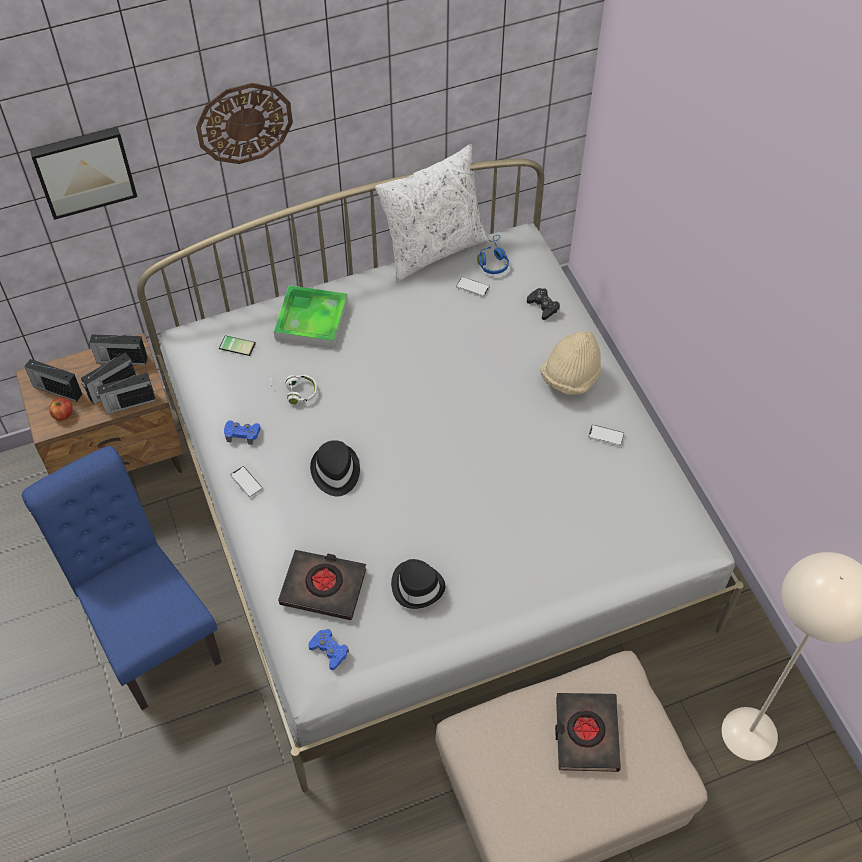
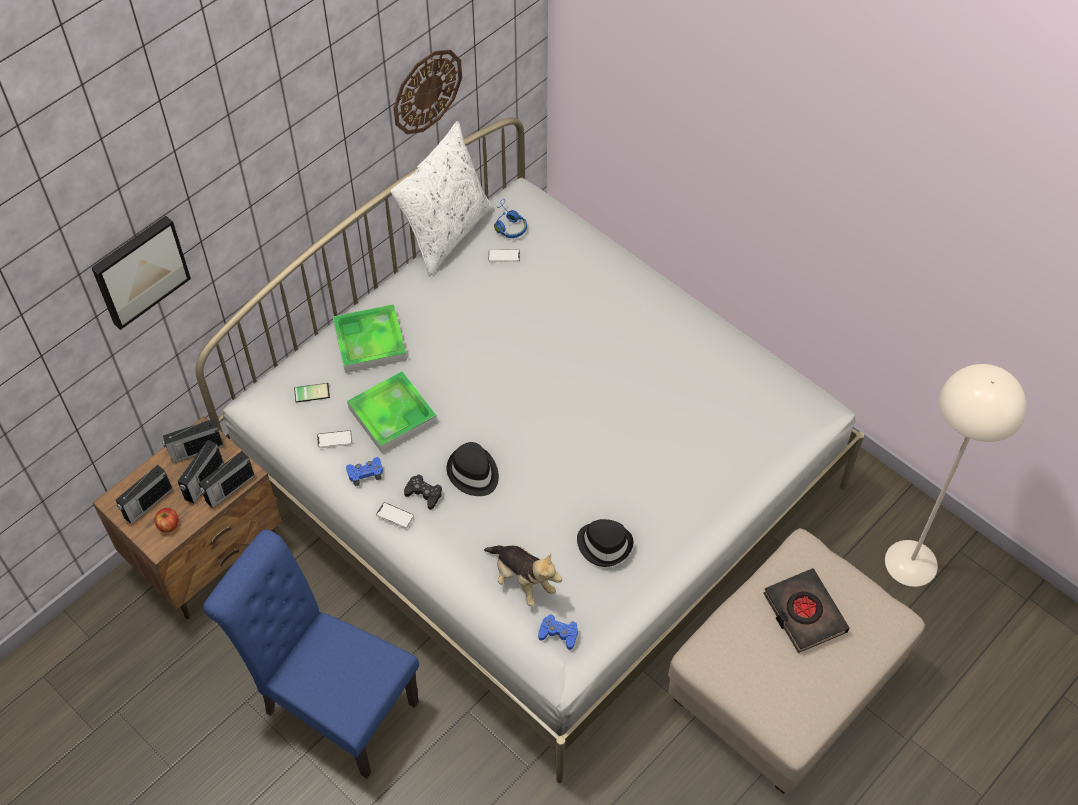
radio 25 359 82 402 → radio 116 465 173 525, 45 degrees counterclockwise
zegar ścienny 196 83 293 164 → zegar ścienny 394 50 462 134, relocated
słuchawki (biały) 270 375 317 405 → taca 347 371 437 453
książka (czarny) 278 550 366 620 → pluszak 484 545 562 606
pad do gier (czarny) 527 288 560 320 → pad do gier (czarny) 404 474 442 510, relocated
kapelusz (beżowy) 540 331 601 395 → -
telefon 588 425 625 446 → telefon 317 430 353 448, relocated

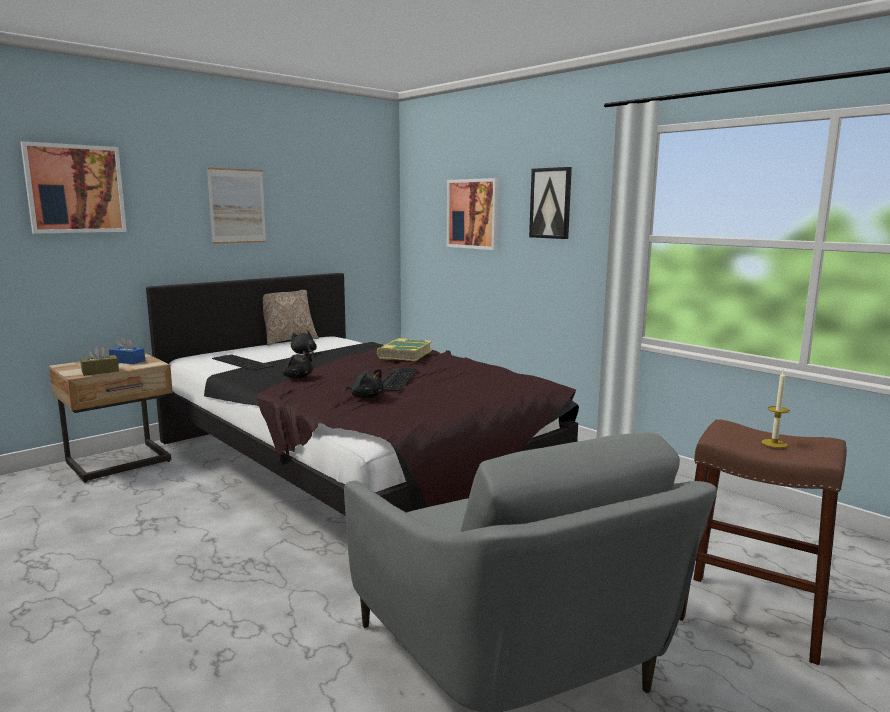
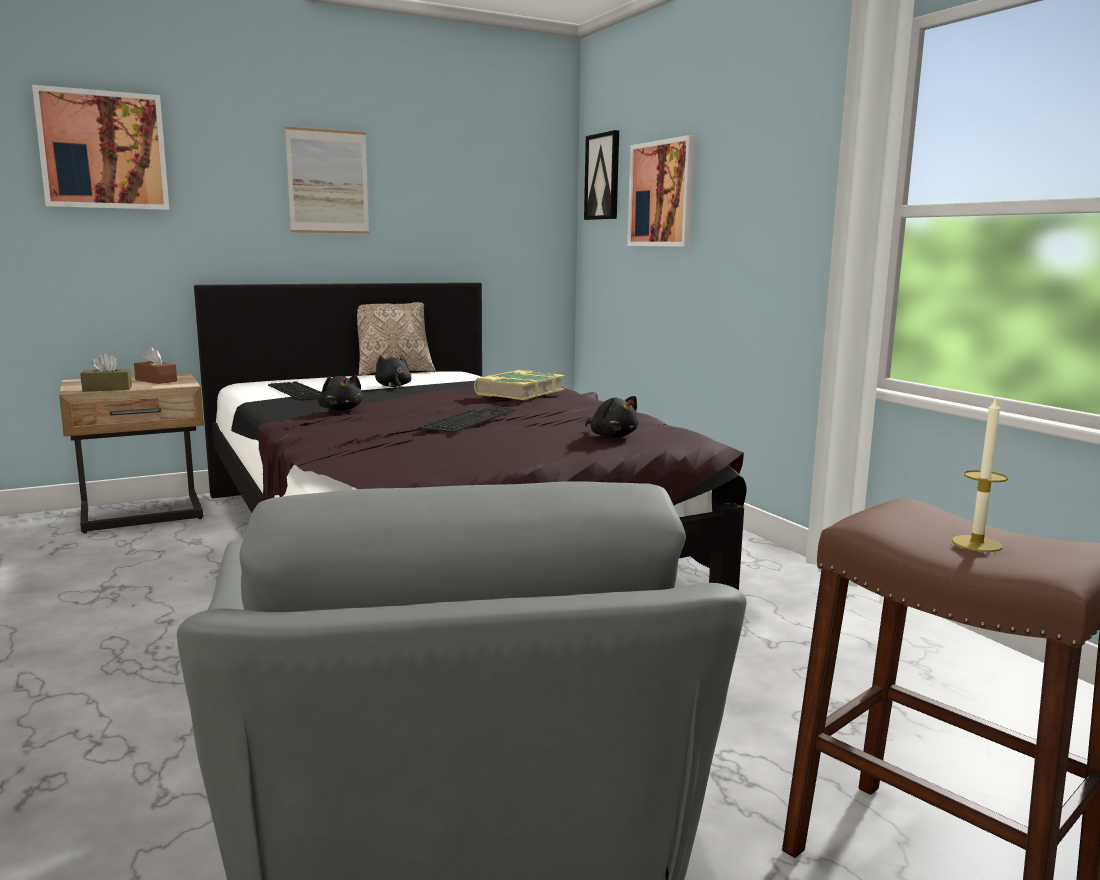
pudełko chusteczek (niebieski) 109 337 145 364 → pudełko chusteczek (brązowy) 134 347 177 384
pluszak (czarny) 346 369 384 398 → pluszak (czarny) 585 396 639 438, relocated
obraz 529 167 572 239 → obraz 584 130 619 220, relocated

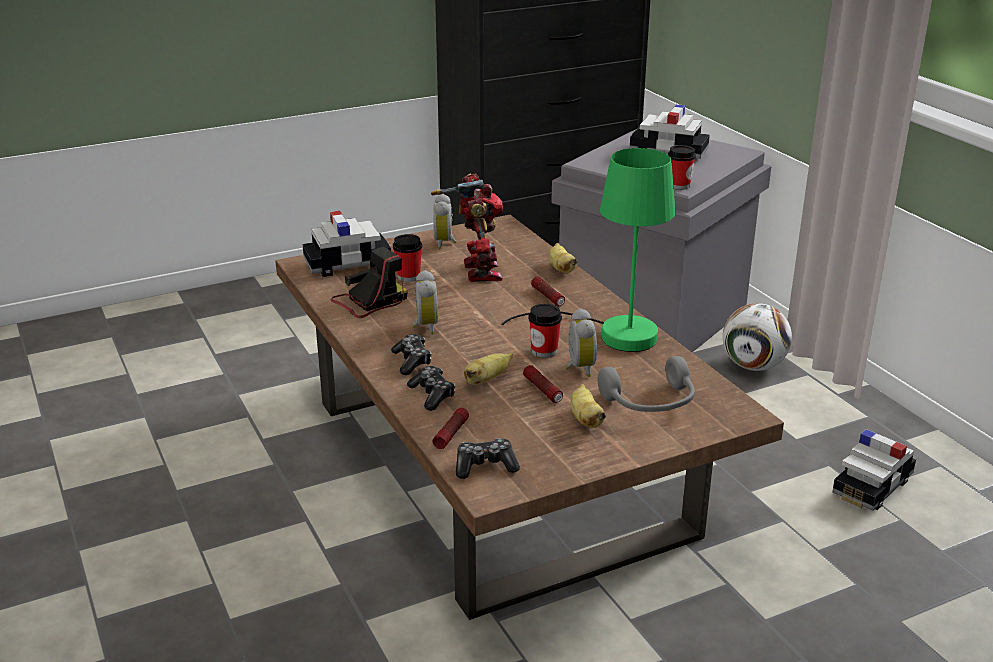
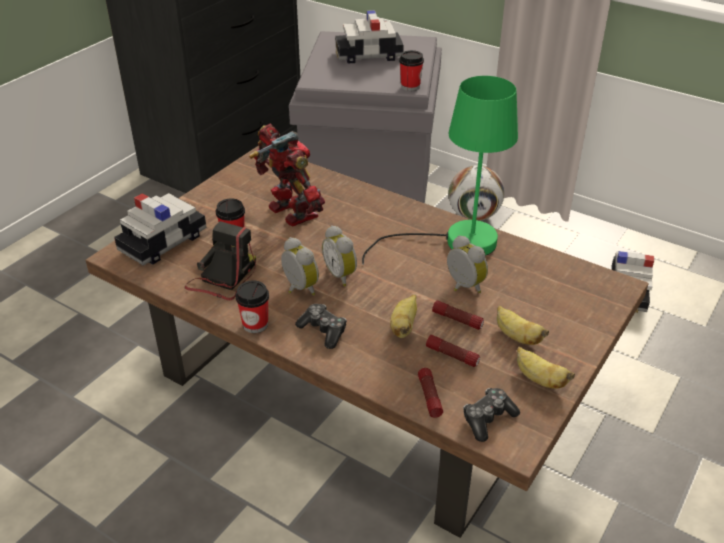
pad do gier 407 366 455 411 → -
budzik 433 194 456 249 → budzik 322 225 357 286, relocated
filiżanka 528 304 562 358 → filiżanka 236 280 269 333, relocated
latarka 531 277 565 306 → latarka 426 335 480 367, relocated
banan 549 243 577 273 → banan 517 346 575 389, relocated
słuchawki (szary) 598 356 695 412 → -

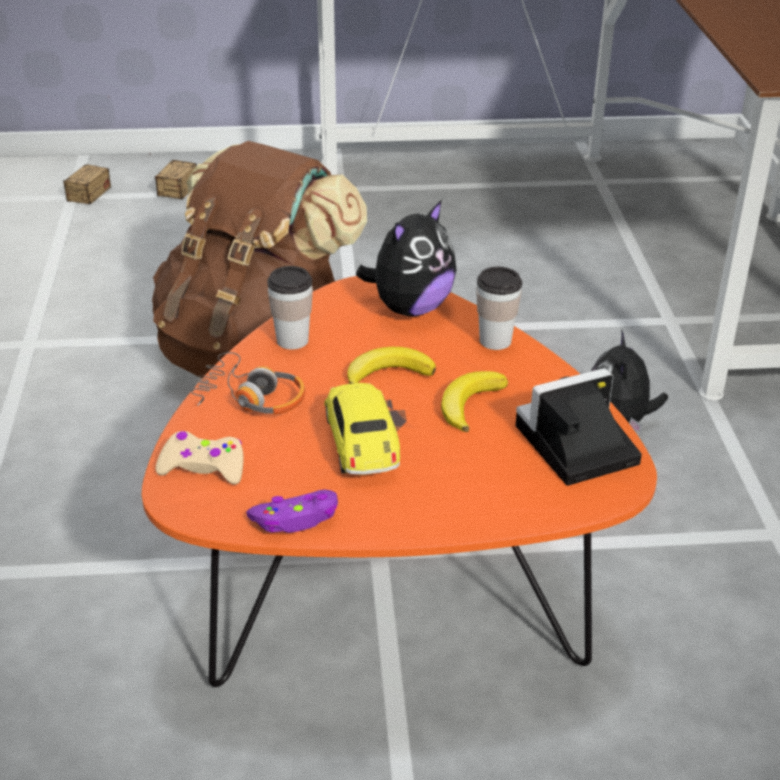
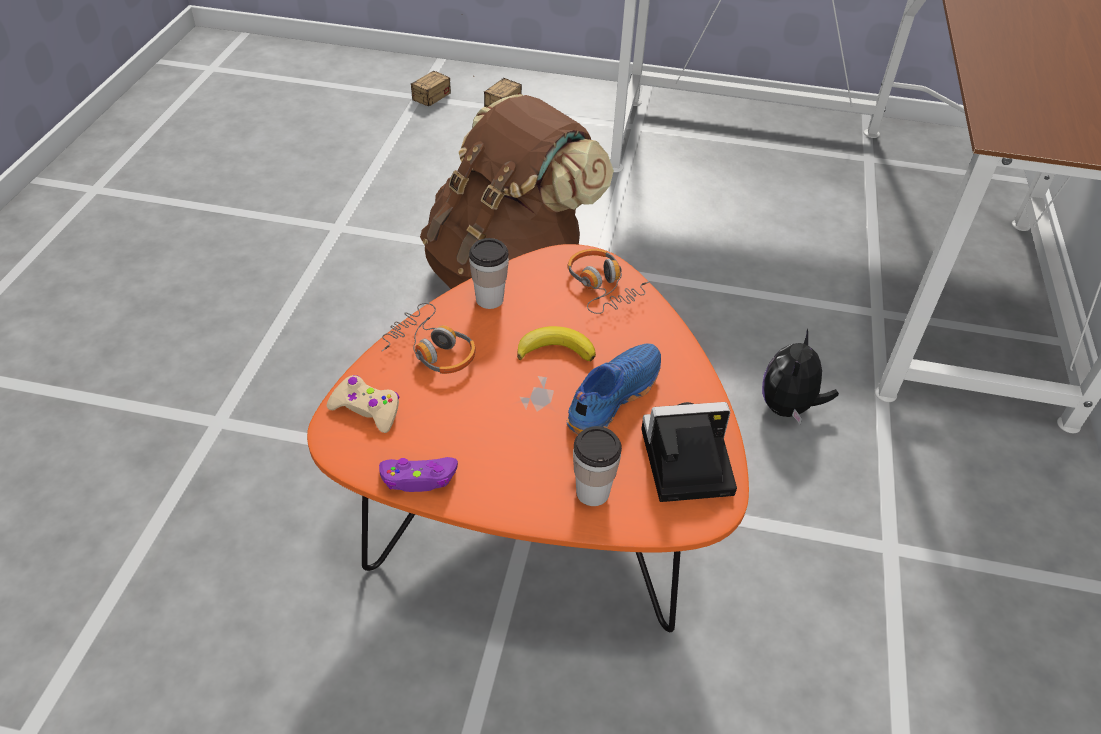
samochodzik 325 383 400 475 → -
pluszak 356 200 456 316 → słuchawki 567 249 650 314
banan 441 371 508 432 → but (niebieski) 567 343 661 435
filiżanka 476 267 522 350 → filiżanka 573 426 622 506, relocated

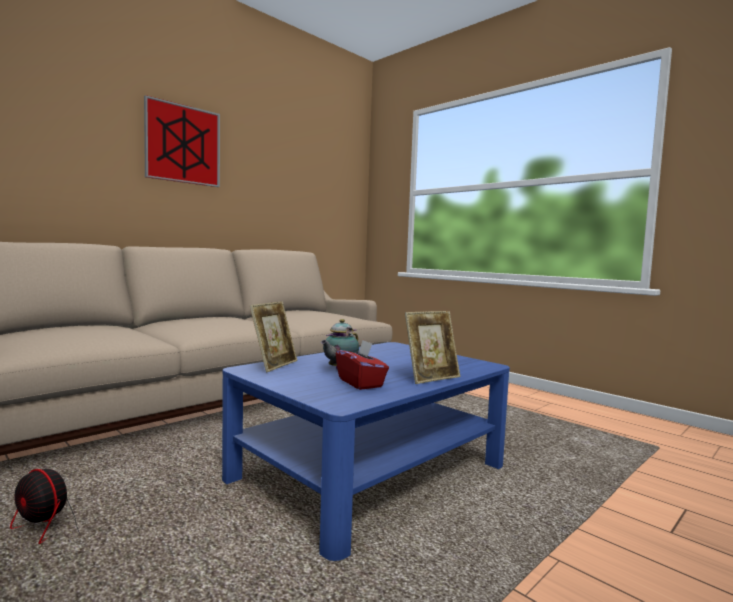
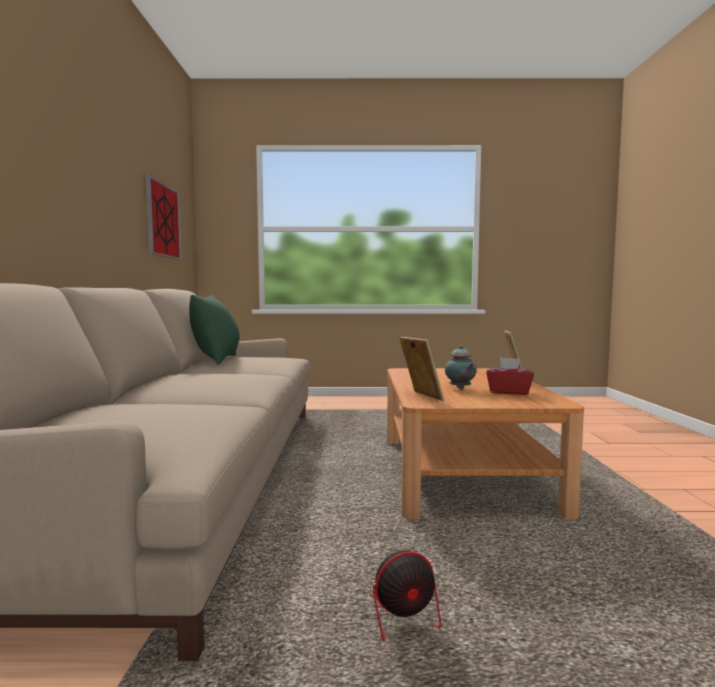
obraz 144 95 220 187 → obraz 146 175 182 260, relocated
ława (niebieski) 222 342 510 561 → ława (brązowy) 387 368 584 520
- → poduszka (zielony) 189 295 240 365

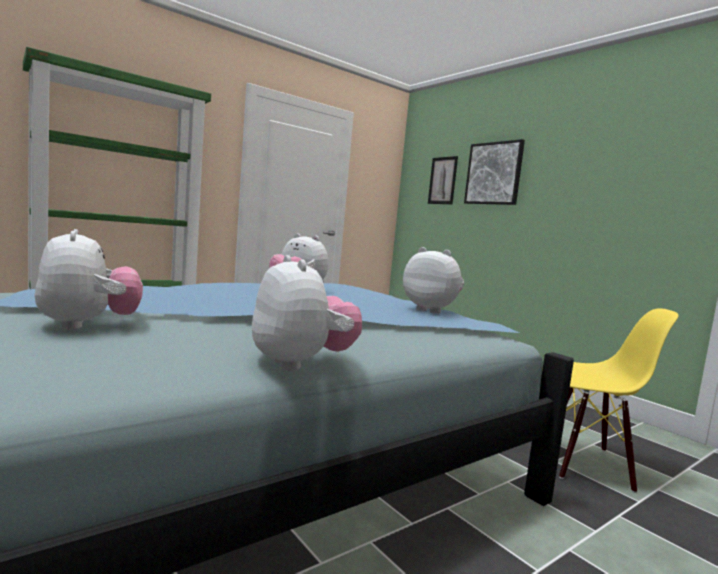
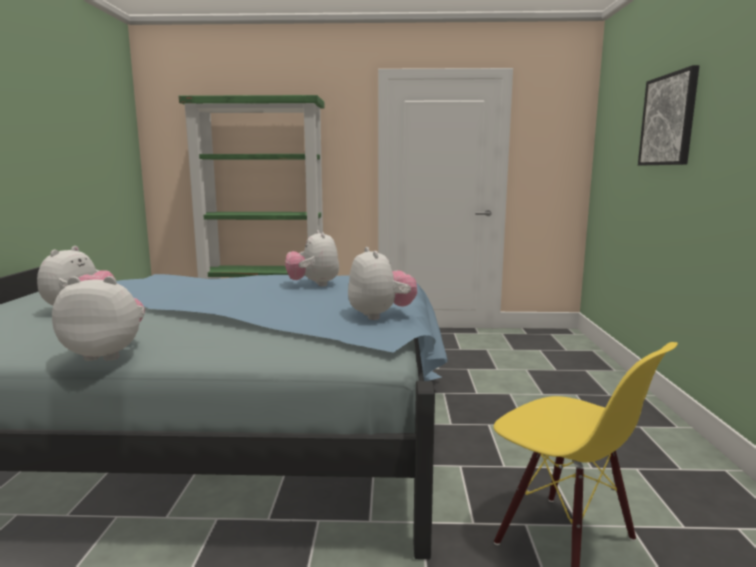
pluszak 252 255 362 371 → pluszak 52 276 145 361, 105 degrees counterclockwise
obraz 428 156 458 204 → -

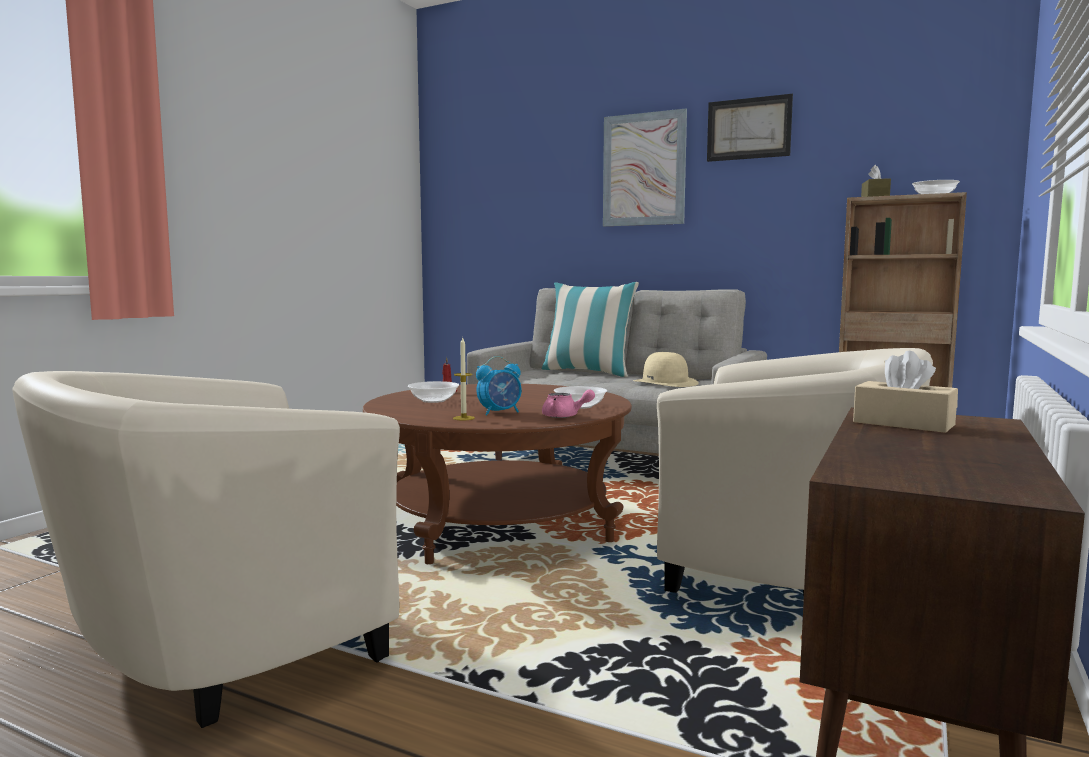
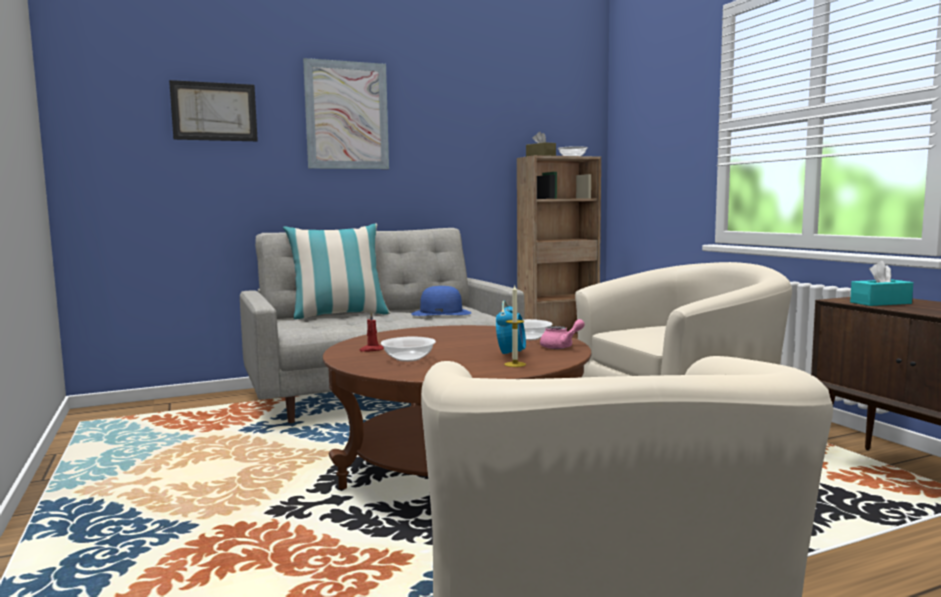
kapelusz (beżowy) 633 352 699 387 → kapelusz (niebieski) 411 286 471 316
obraz 707 94 793 162 → obraz 169 80 258 141, relocated
pudełko chusteczek (beżowy) 853 351 958 433 → pudełko chusteczek (turkusowy) 850 261 913 306

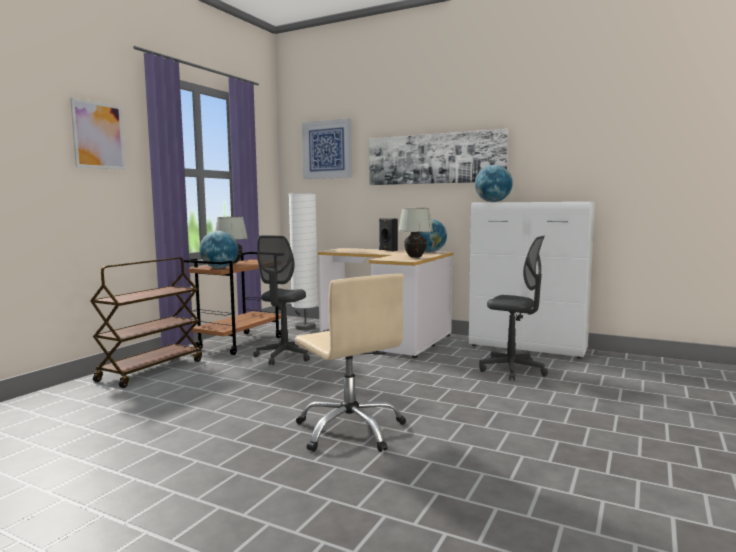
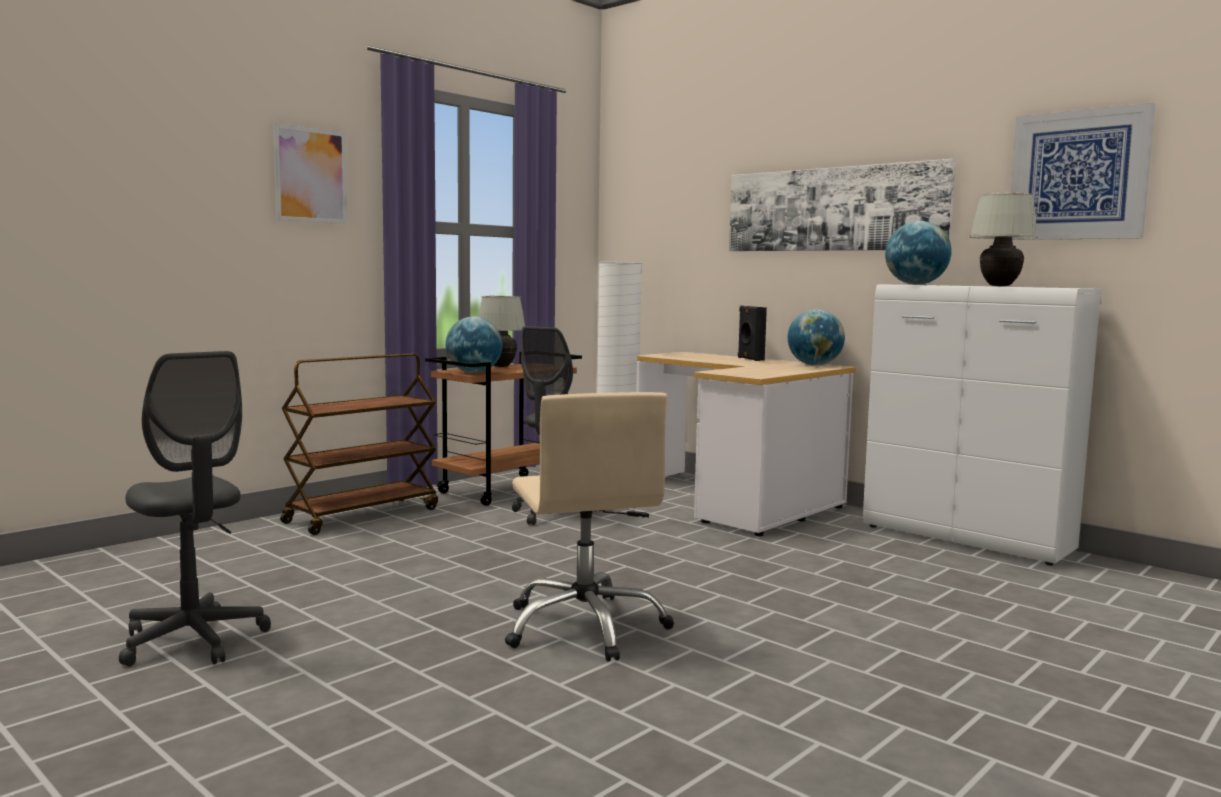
obraz 302 118 352 179 → obraz 1011 103 1156 240, relocated
lampa stołowa (biały) 398 208 433 258 → lampa stołowa (biały) 970 193 1038 286, relocated
krzesło biurowe (szary) 479 236 548 381 → krzesło biurowe (szary) 119 351 271 667, relocated

